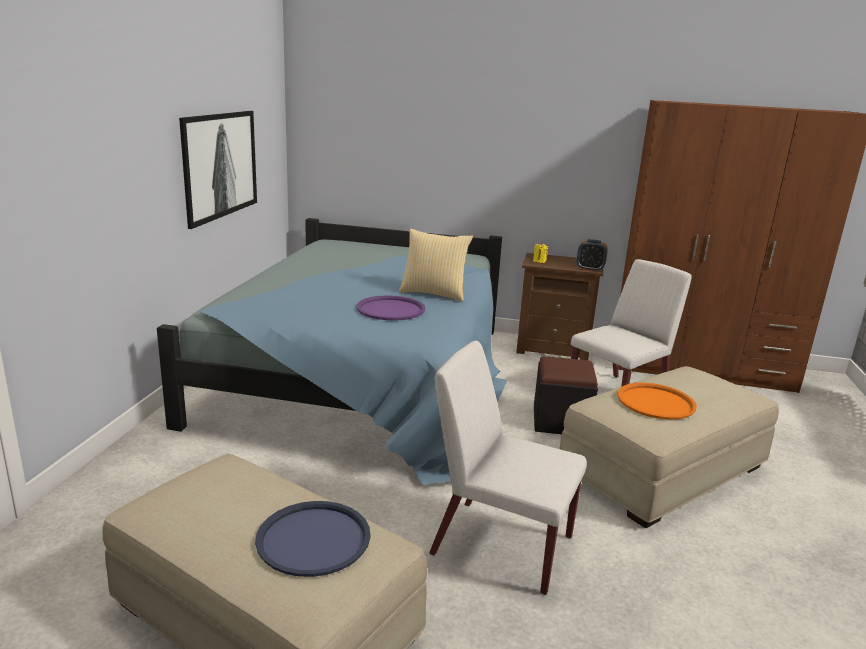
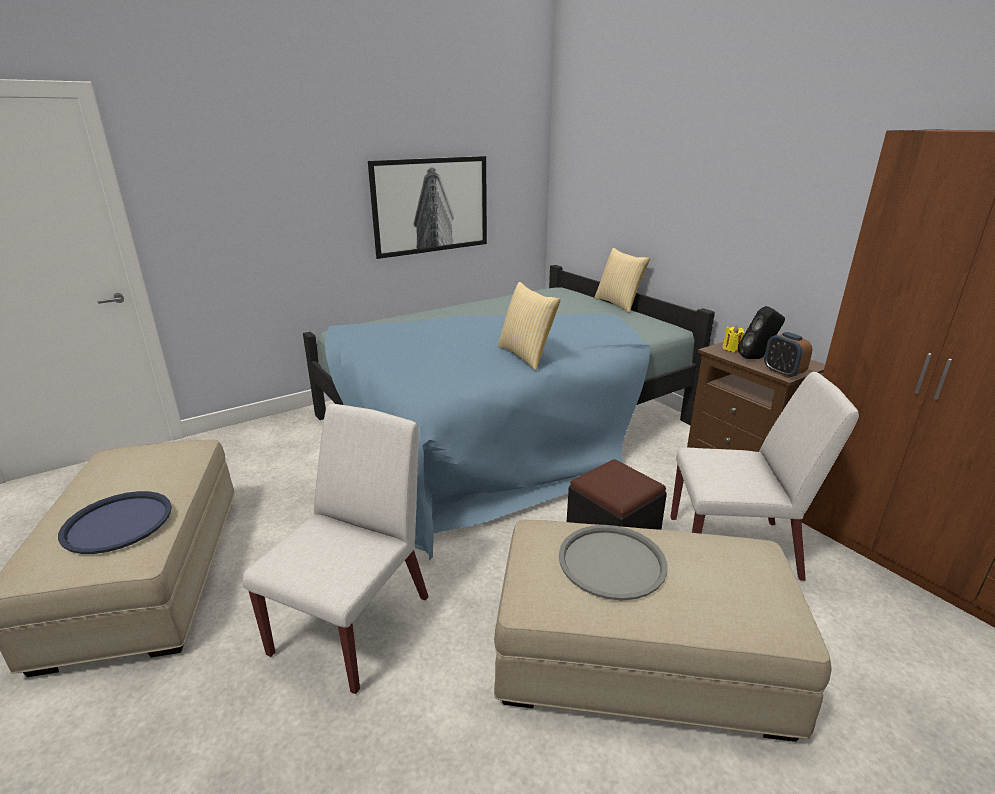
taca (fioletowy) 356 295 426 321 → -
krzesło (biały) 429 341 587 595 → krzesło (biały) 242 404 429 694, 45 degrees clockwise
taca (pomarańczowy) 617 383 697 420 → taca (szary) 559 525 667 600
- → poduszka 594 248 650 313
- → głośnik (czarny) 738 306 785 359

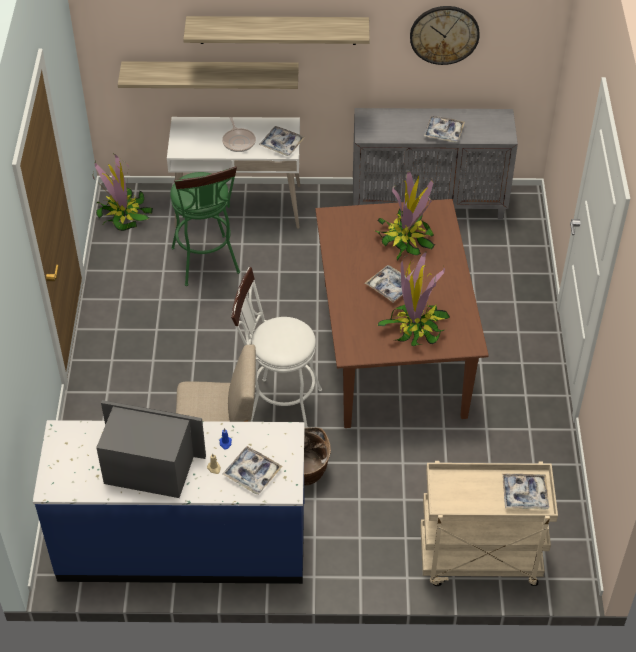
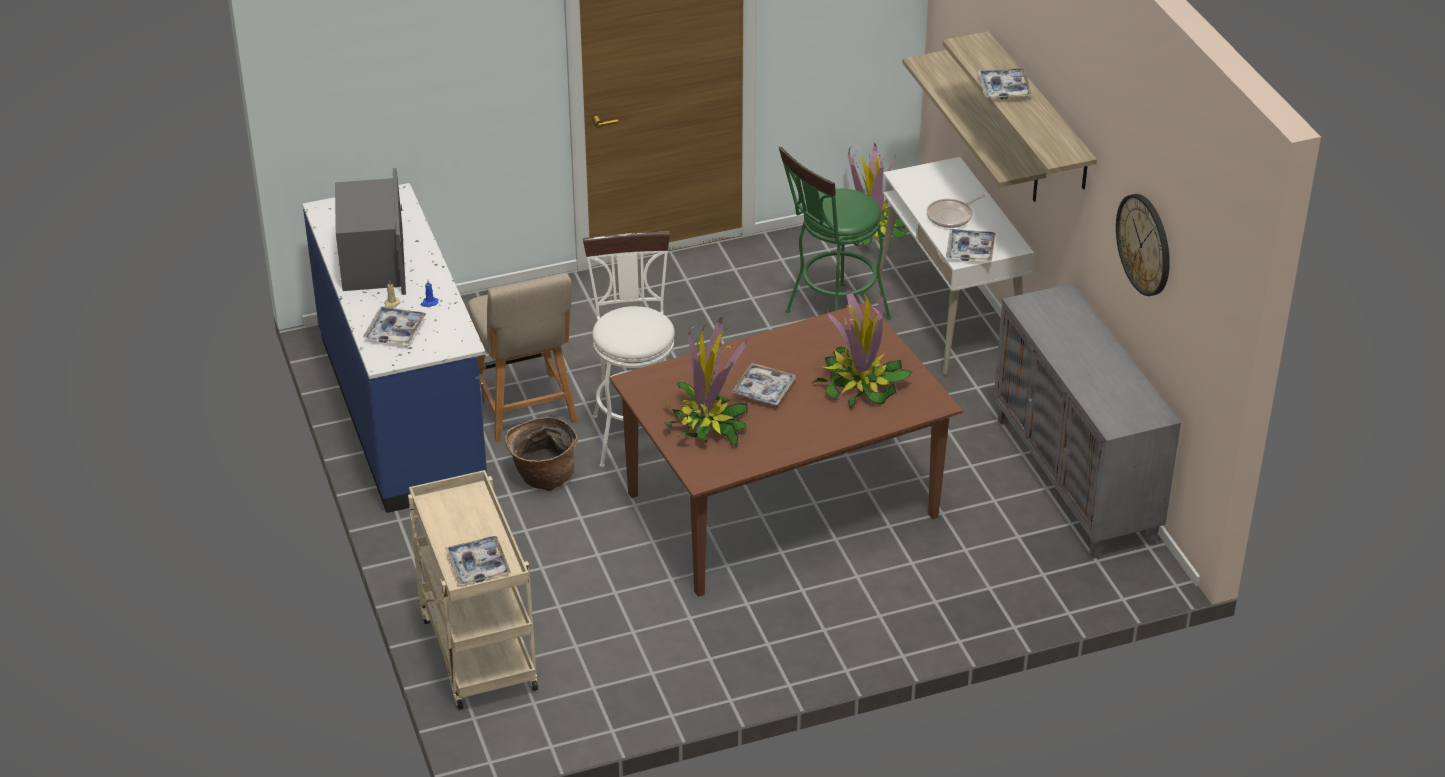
taca 424 115 465 143 → taca 978 68 1032 100, relocated

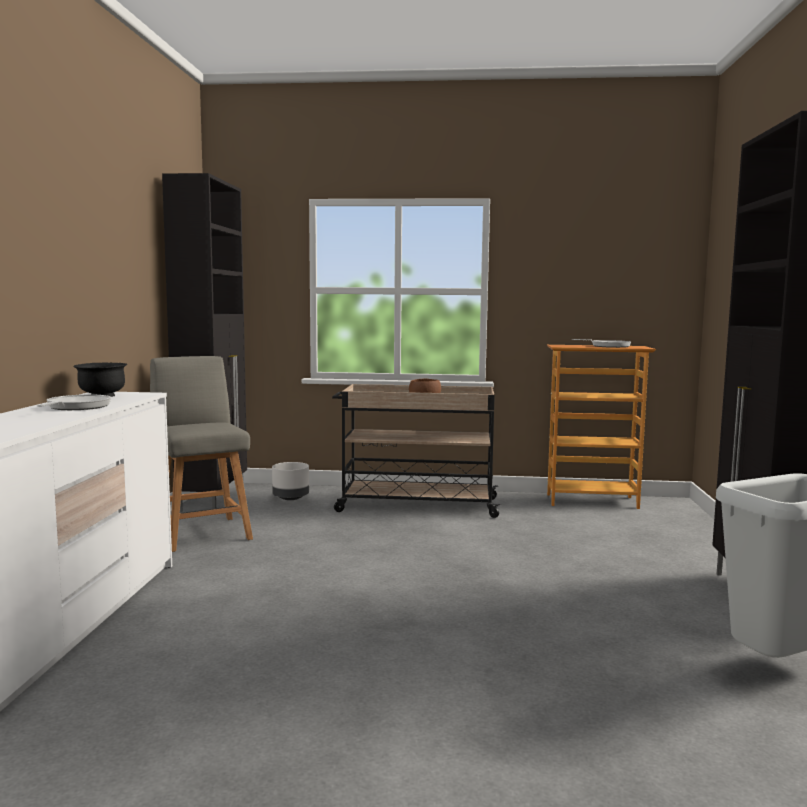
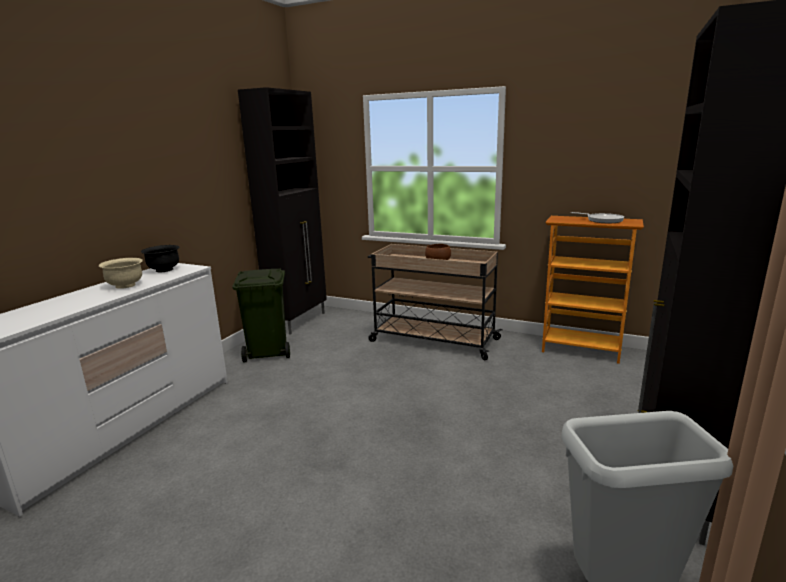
patelnia 37 394 111 410 → miska (beżowy) 99 258 143 289
krzesło (szary) 150 356 253 552 → kosz na śmieci (zielony) 232 269 290 363
donica (szary) 272 462 309 500 → -

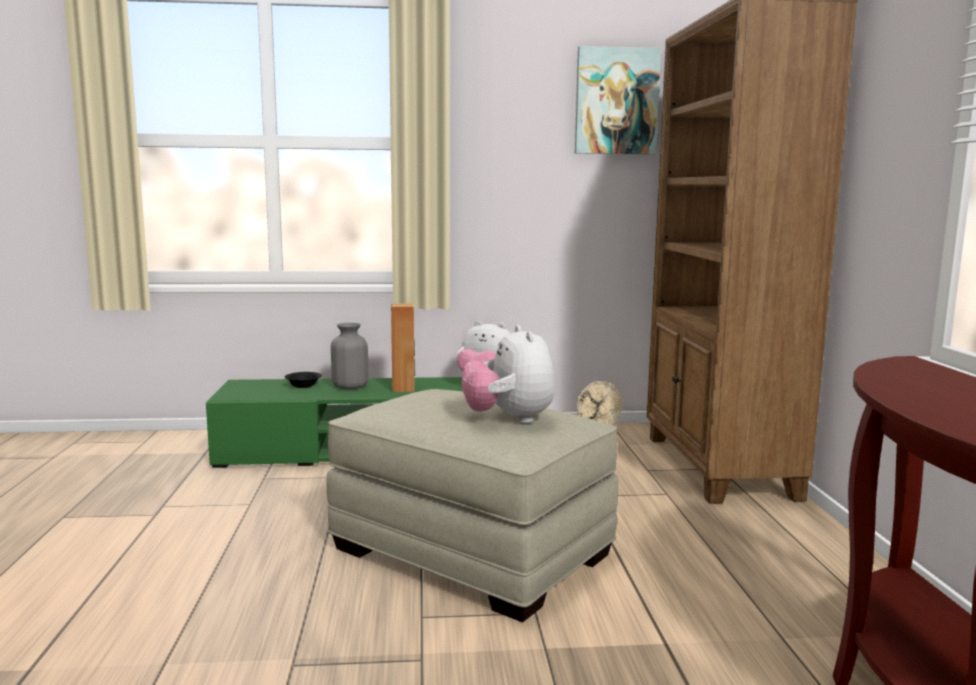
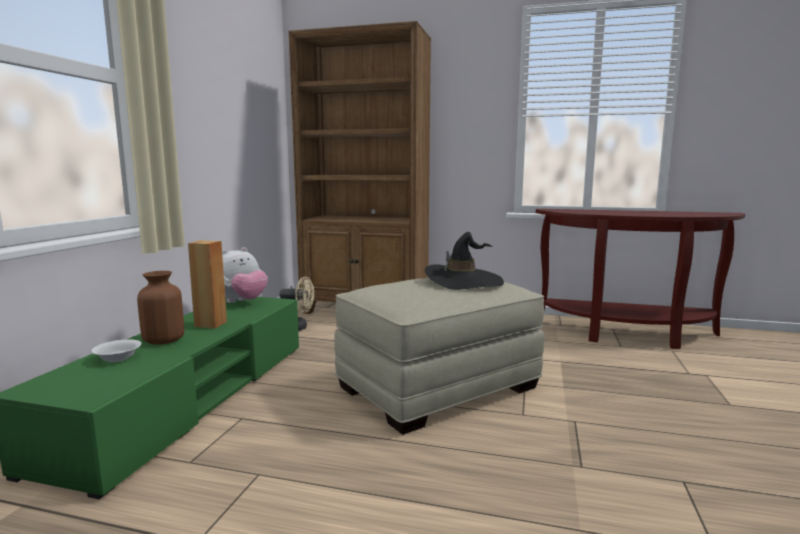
miska (czarny) 285 372 322 388 → miska (biały) 91 339 141 362
wazon (szary) 331 323 368 389 → wazon (brązowy) 137 271 184 345
pluszak 461 325 555 423 → kapelusz (czarny) 425 232 504 290
obraz 575 46 661 155 → -

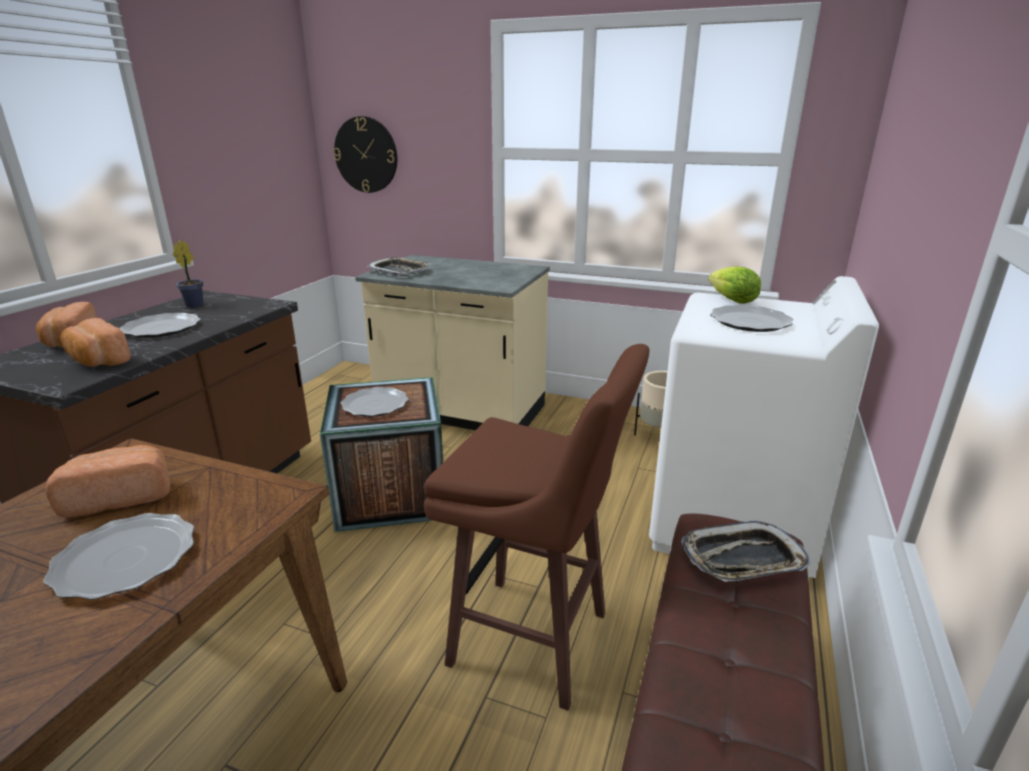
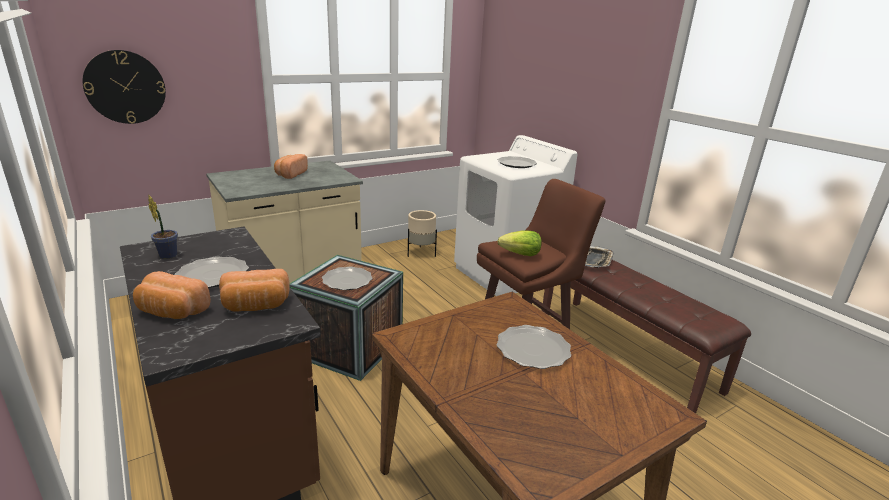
chleb 46 445 170 517 → chleb 274 154 308 179, relocated
taca 367 257 430 276 → -
sałata 708 266 761 304 → sałata 498 231 542 256, relocated

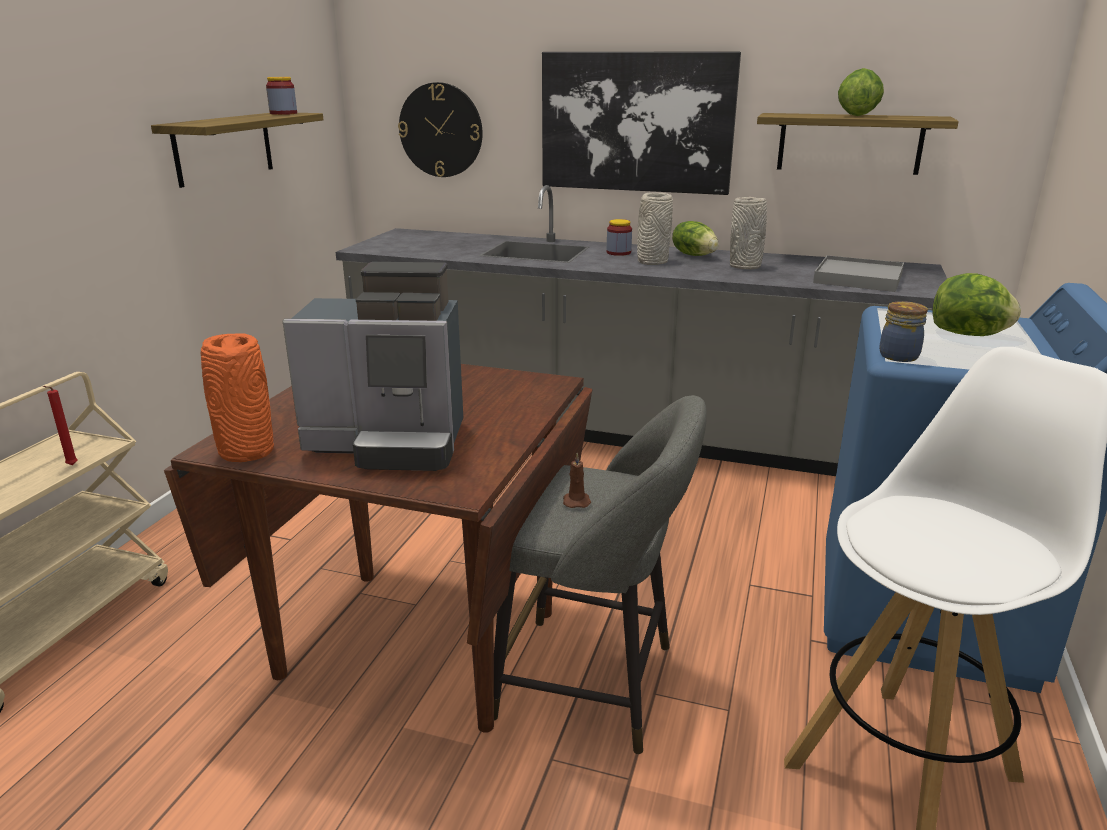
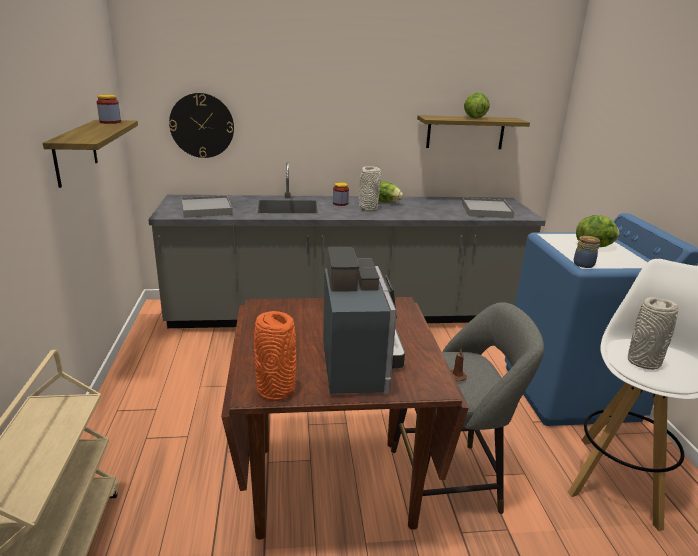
świeca (czerwony) 43 386 78 465 → -
ekspres do kawy 283 262 463 471 → ekspres do kawy 323 247 405 394, 75 degrees counterclockwise
obraz 542 52 741 195 → -
wazon (szary) 730 197 767 269 → wazon (szary) 628 297 678 370, relocated
- → taca (szary) 181 195 233 218

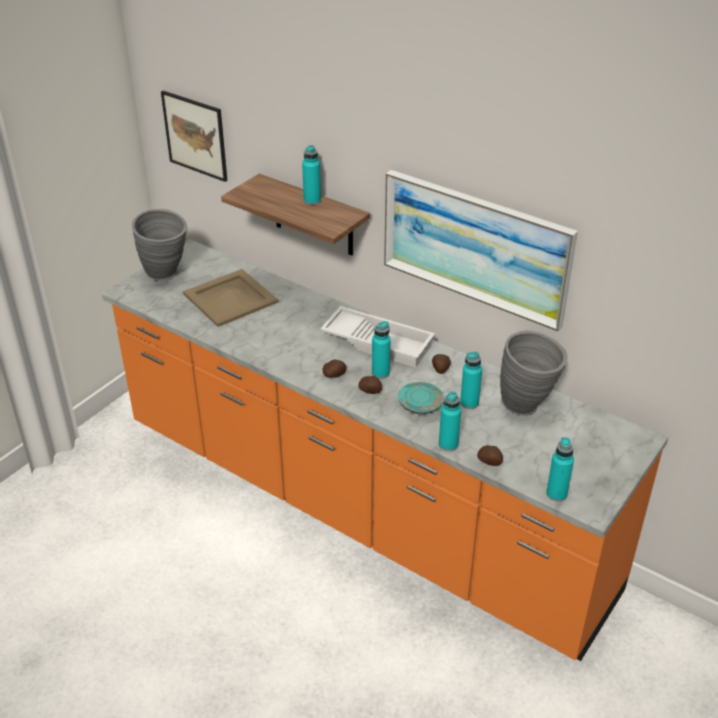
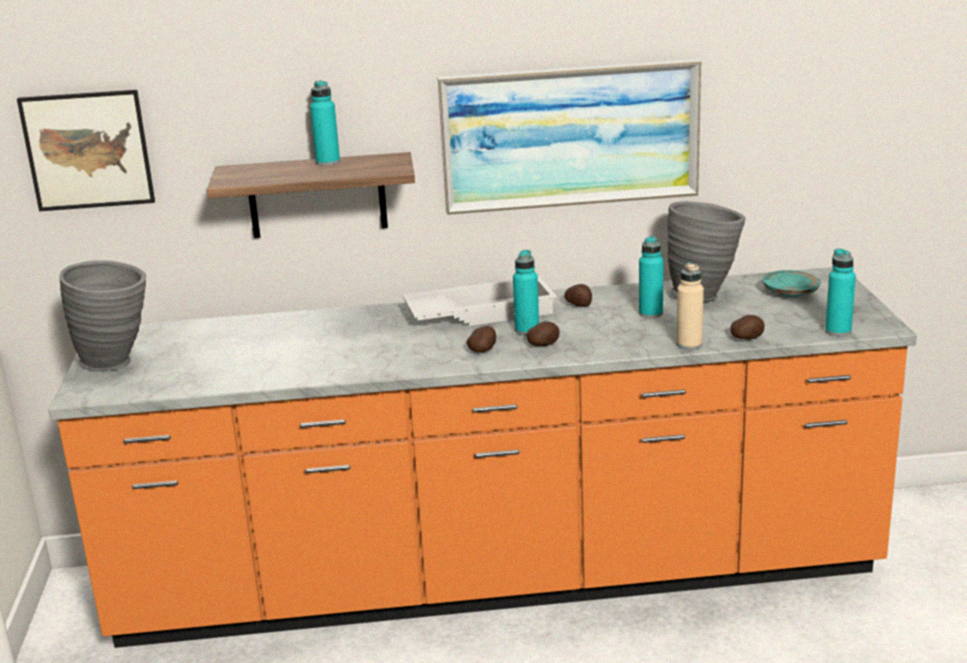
taca (beżowy) 183 269 278 327 → -
talerz (turkusowy) 398 382 444 414 → talerz (turkusowy) 762 270 821 297, relocated
butelka (turkusowy) 439 391 461 451 → butelka (beżowy) 677 263 704 350

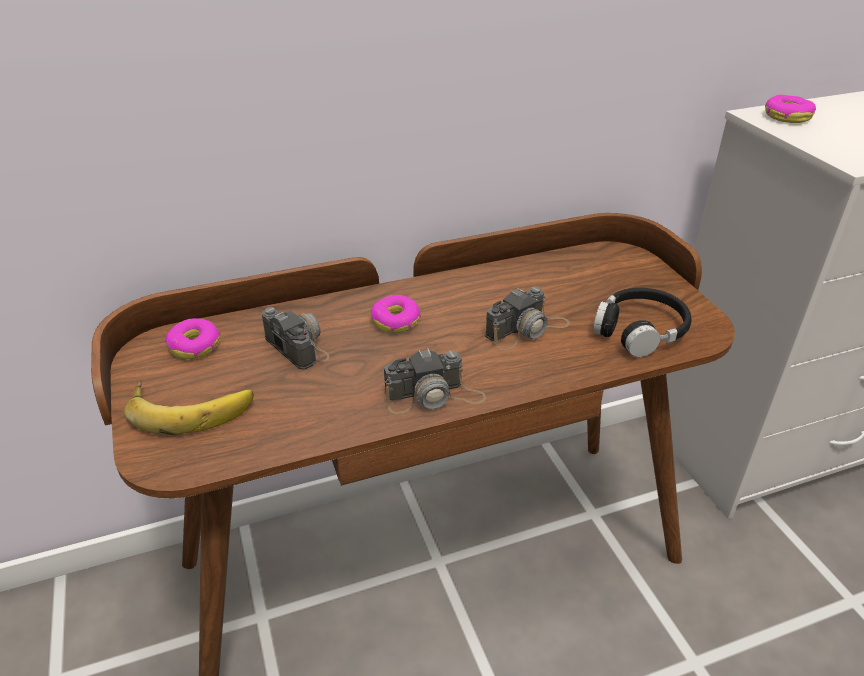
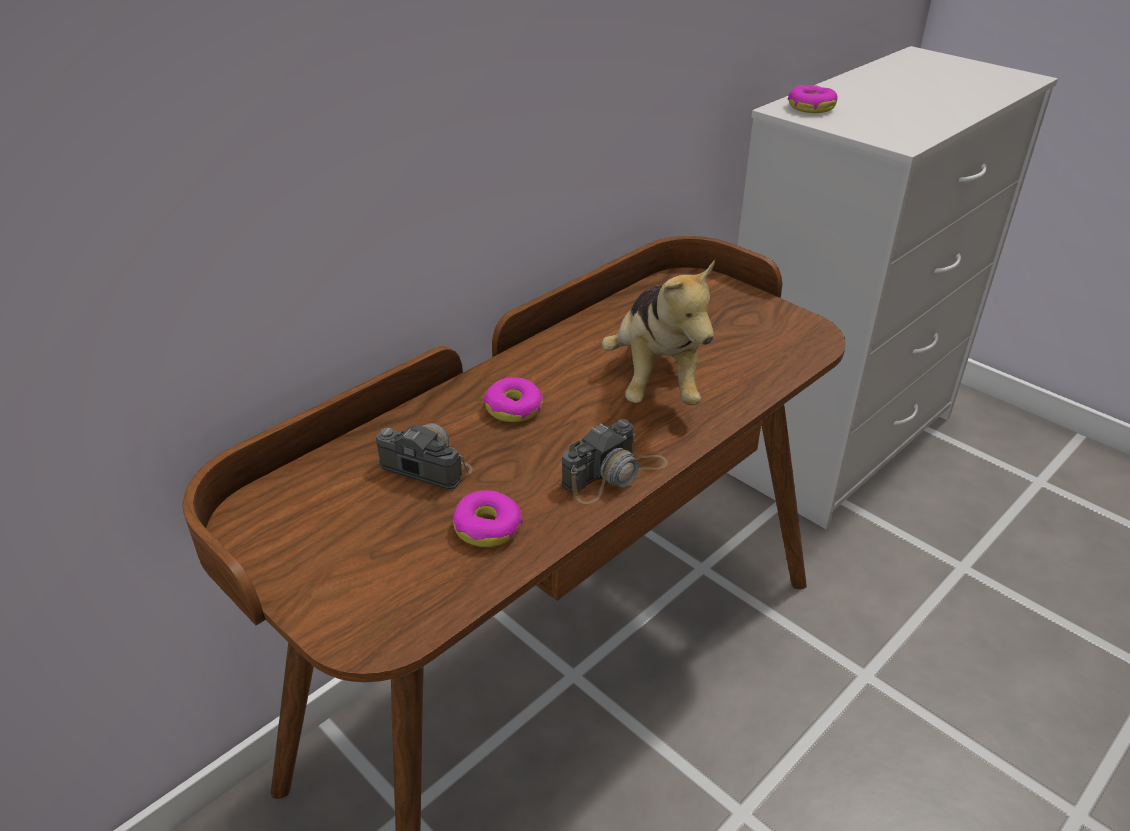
banan 124 381 253 435 → -
donut 165 318 220 359 → donut 453 490 523 547, relocated
aparat fotograficzny 485 287 570 350 → pluszak 602 260 715 405
słuchawki (czarny) 593 288 692 357 → -

